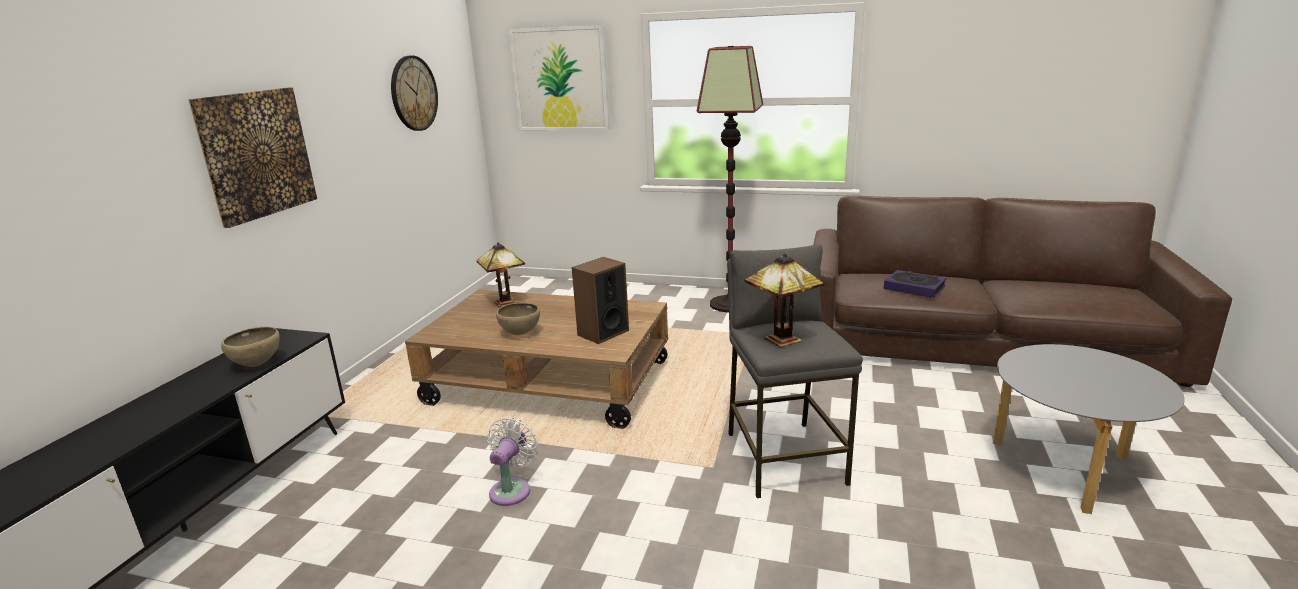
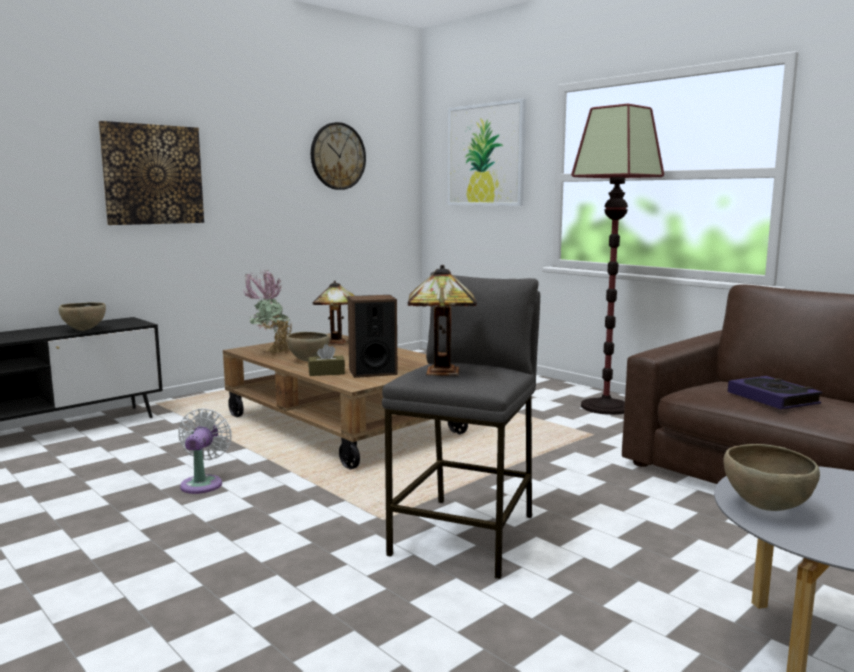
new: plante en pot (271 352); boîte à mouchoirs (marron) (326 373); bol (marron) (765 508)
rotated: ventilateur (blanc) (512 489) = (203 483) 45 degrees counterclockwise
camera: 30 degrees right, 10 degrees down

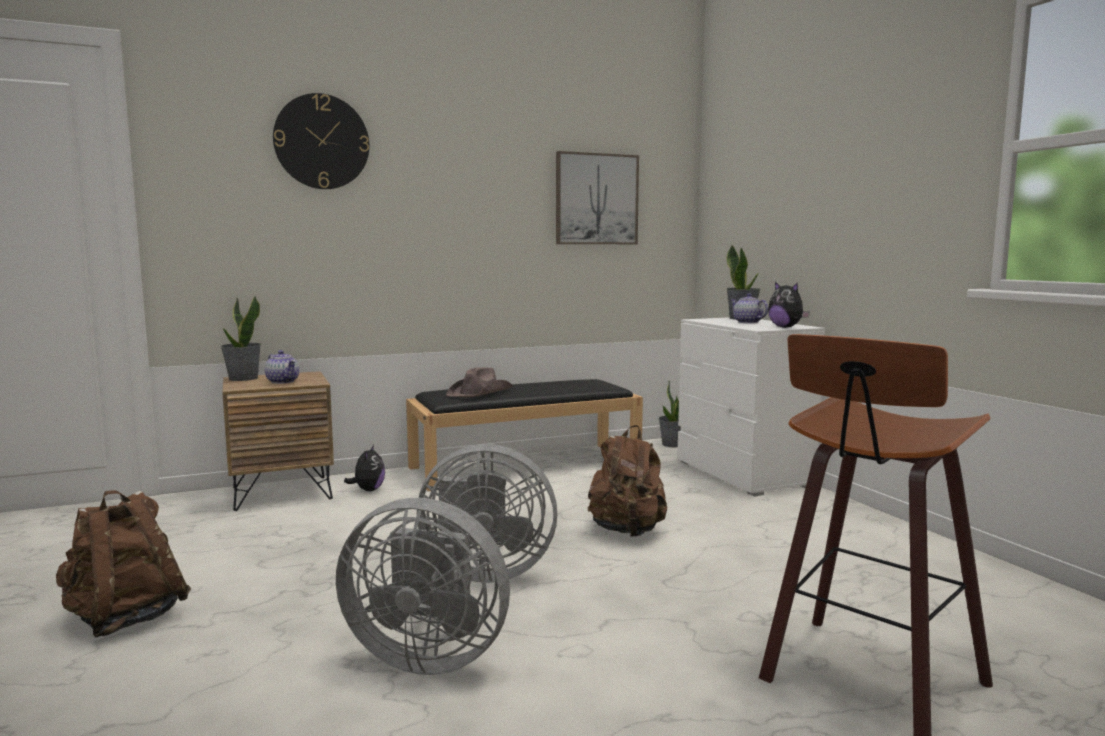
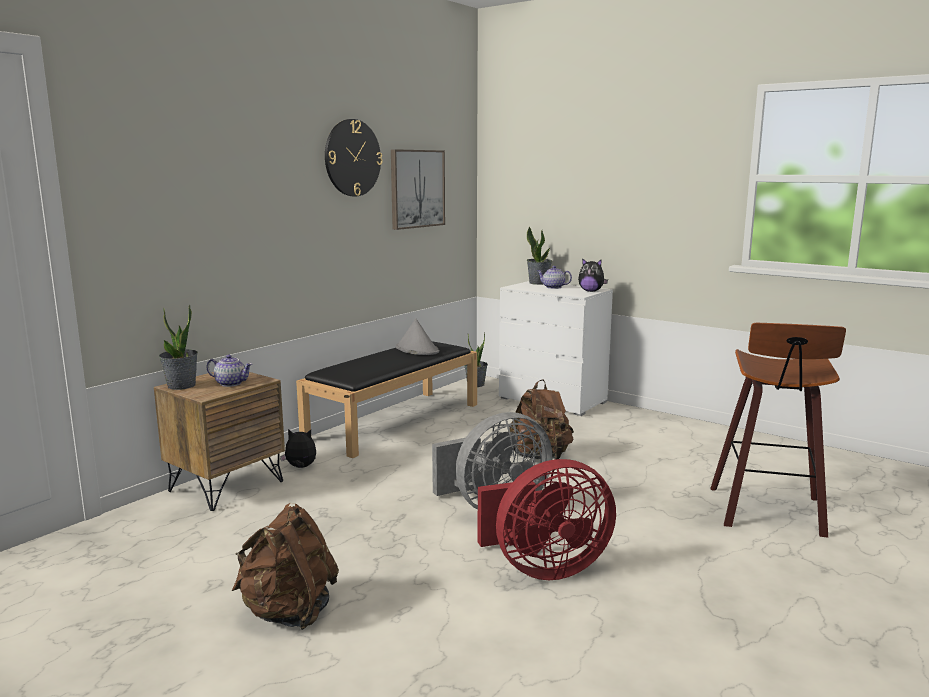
gone: chapeau (marron) (480 392)
new: chapeau (gris) (416 349)
shifted: horloge murale (321 142) to (352 158)
repainted: ventilateur (gris) (427 655) to ventilateur (rouge) (543 568)
rotated: peluche (368 490) = (300 467) 60 degrees counterclockwise
camera: 30 degrees left, 5 degrees up

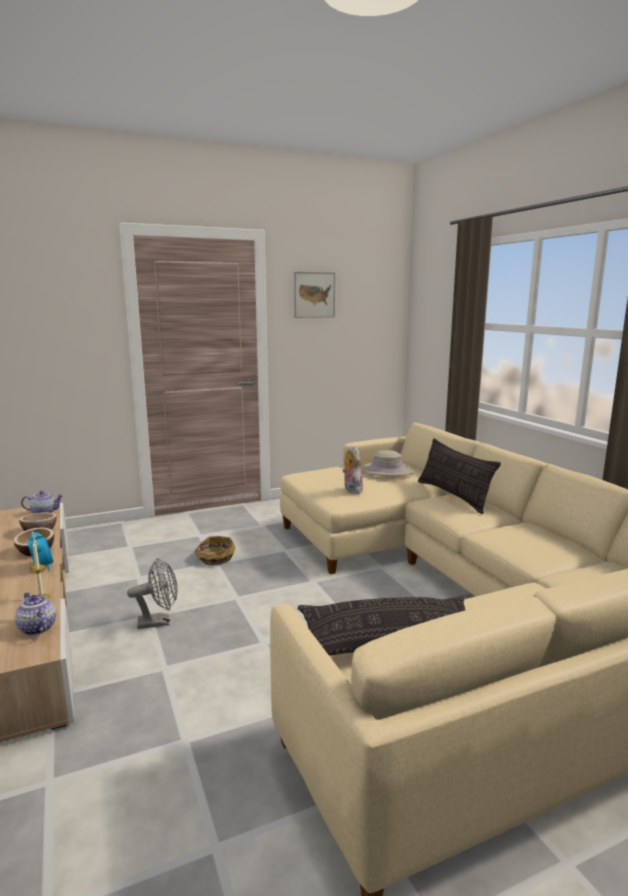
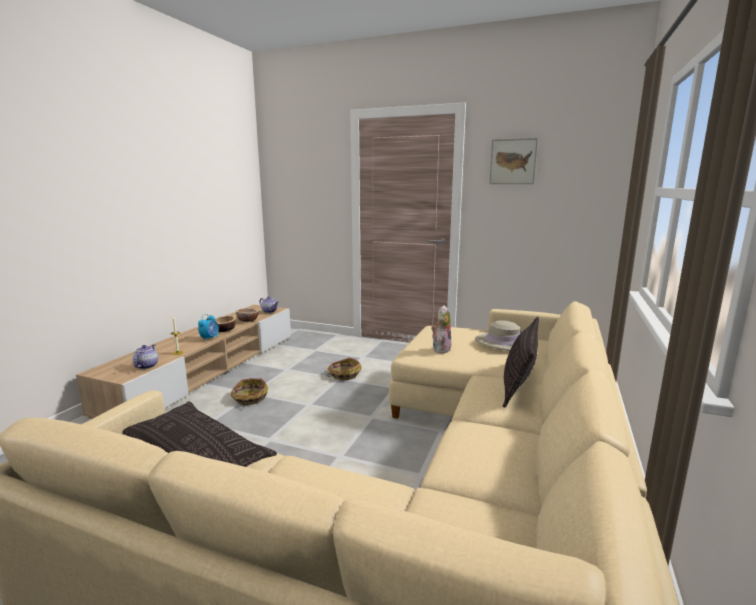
swapped: ventilateur (gris) (159 622) to panier (249 398)
camera: 45 degrees right, 0 degrees up

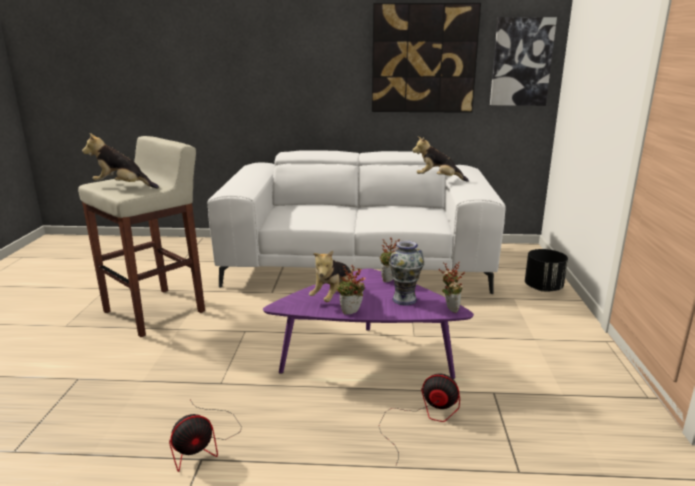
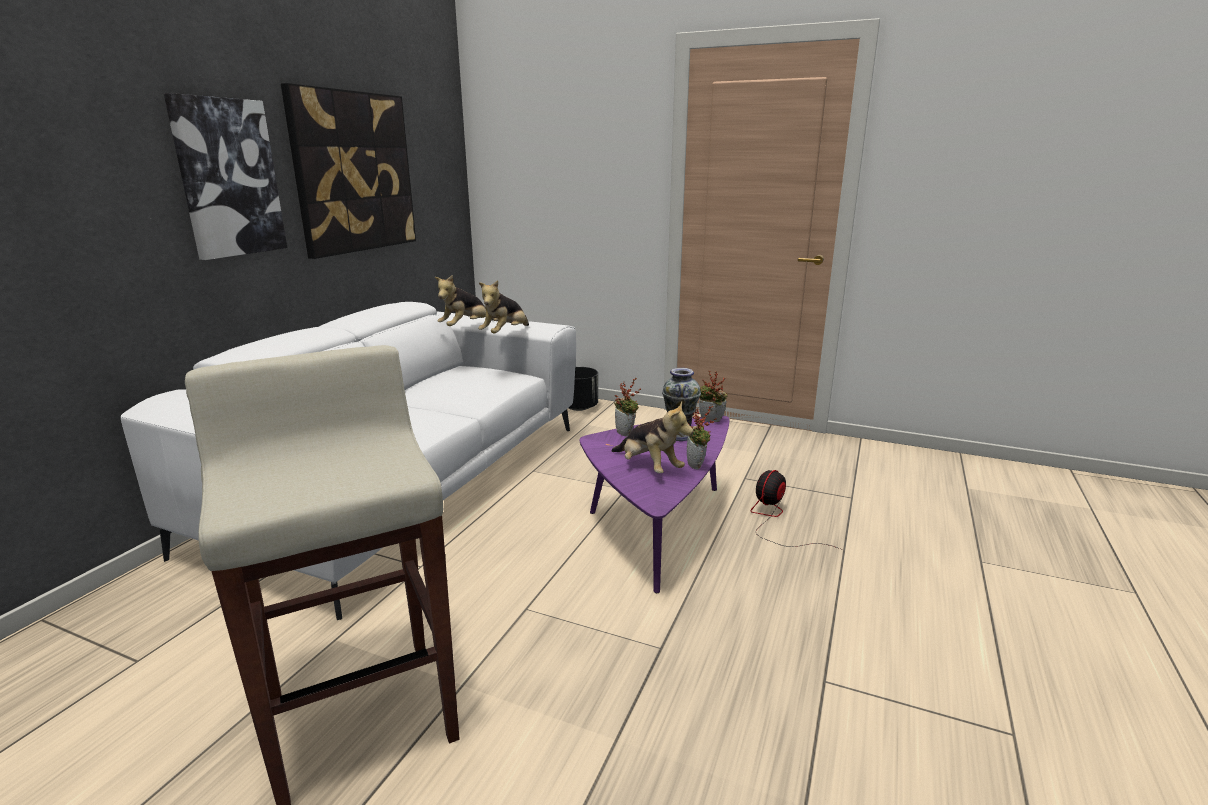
gone: ventilateur (203 443)
shifted: tableau (521 62) to (228 178); peluche (122 187) to (505 334)
camera: 70 degrees left, 0 degrees up

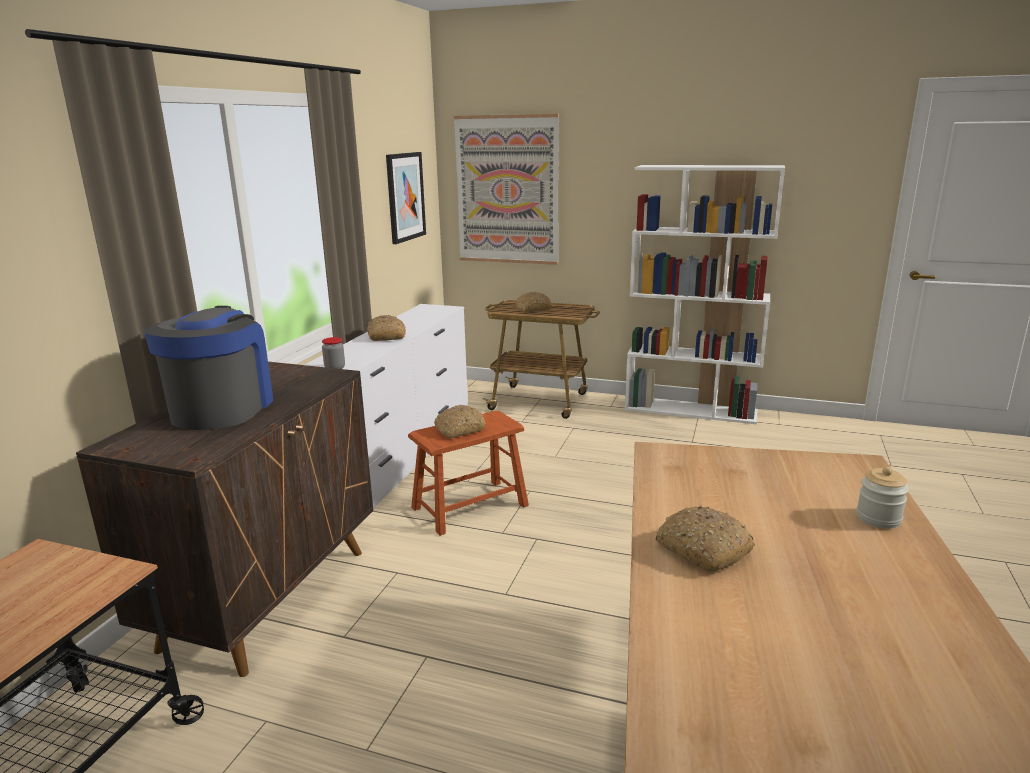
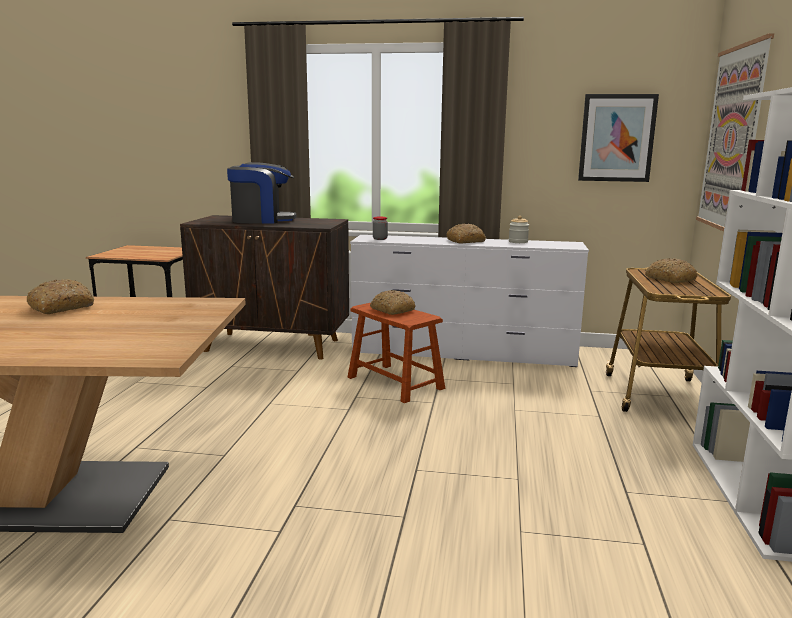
shifted: bocal (878 518) to (518 242)
camera: 80 degrees right, 5 degrees down

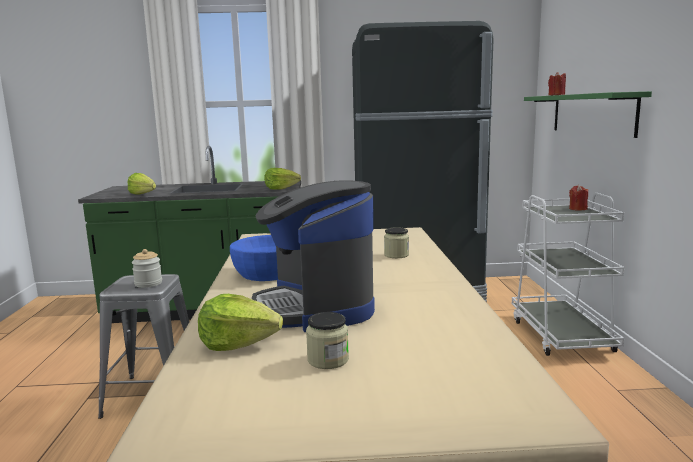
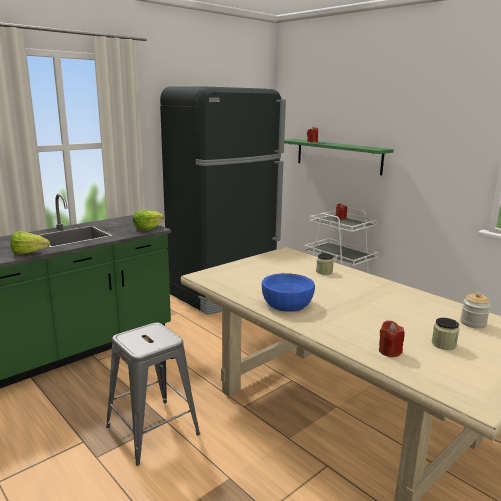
gone: machine à café (315 308)
shifted: bocal (148 283) to (473 323)
swapped: laitue (238 343) to bougie (rouge) (389 351)
camera: 40 degrees left, 5 degrees up

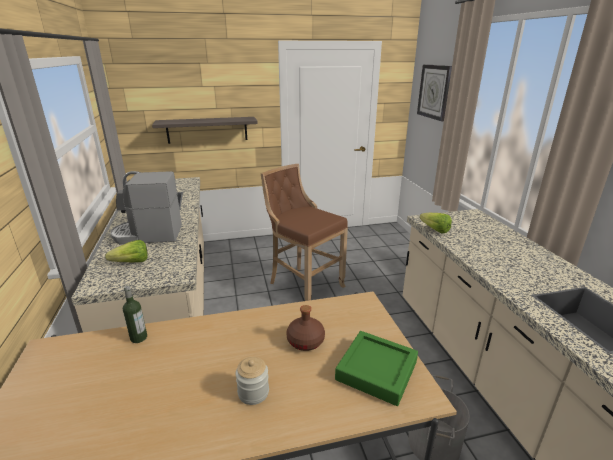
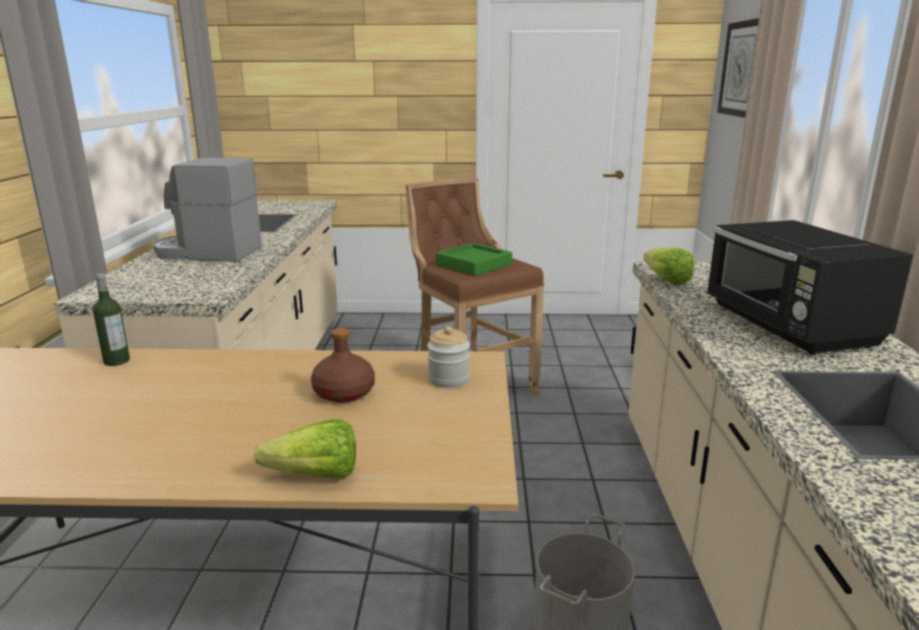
gone: étagère (207 130)
new: micro-ondes (noir) (790 327)
shifted: laitue (128 263) to (307 476); plateau (vert) (376 371) to (473 265); bocal (253 392) to (448 379)
camera: 15 degrees right, 5 degrees down

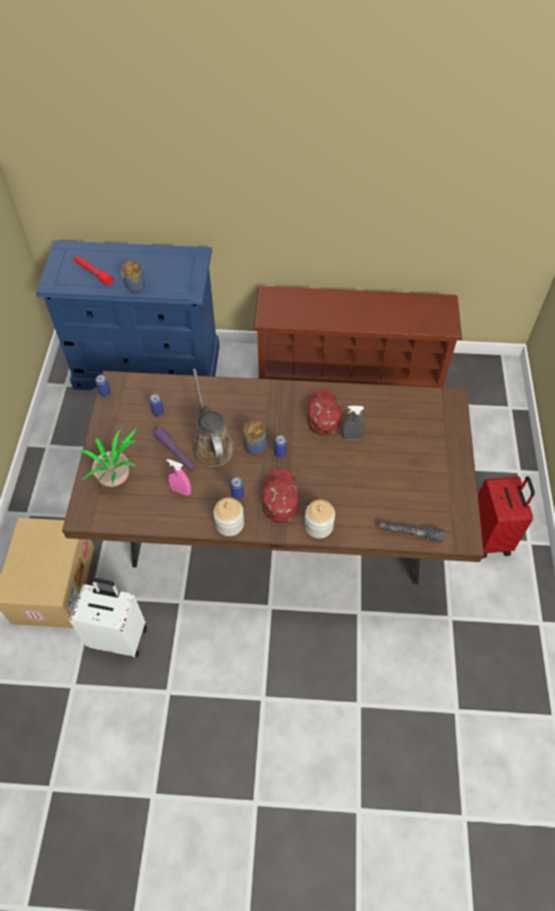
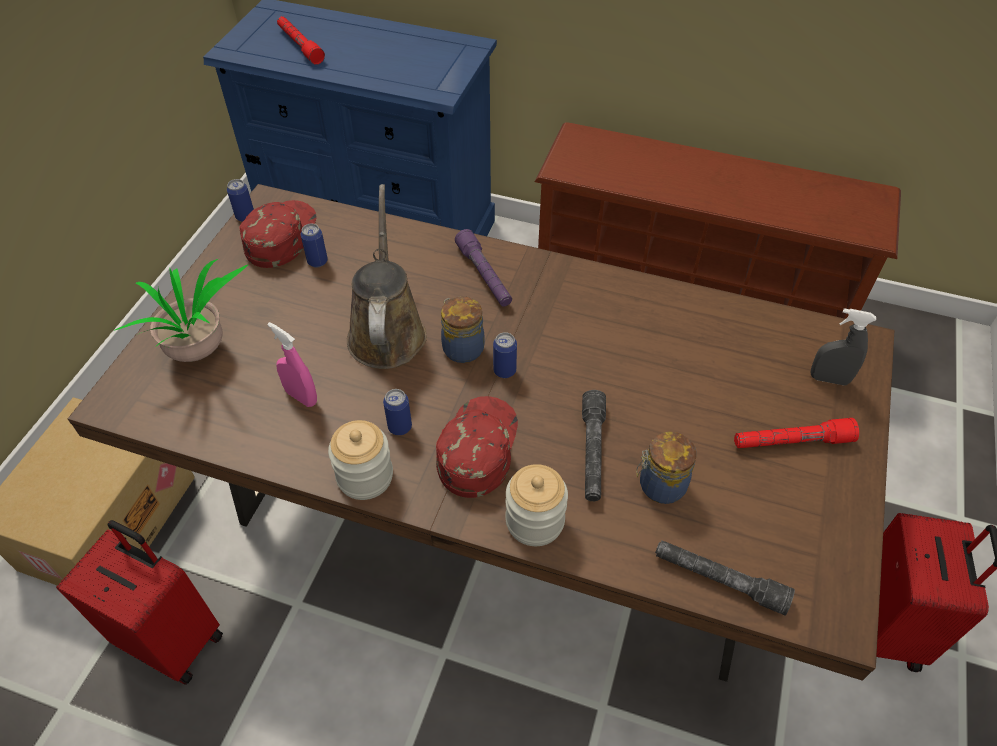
new: lampe de poche (gris) (592 452); lampe de poche (rouge) (791 442)
shifted: bocal (134 287) to (660 485); casquette (rouge) (322 413) to (280 235); vaporisateur (gris) (352 437) to (829 379); lampe de poche (violet) (176 453) to (484 276)
repainted: valise (blanc) (119 636) to valise (rouge) (173 638)
camera: 15 degrees right, 5 degrees down

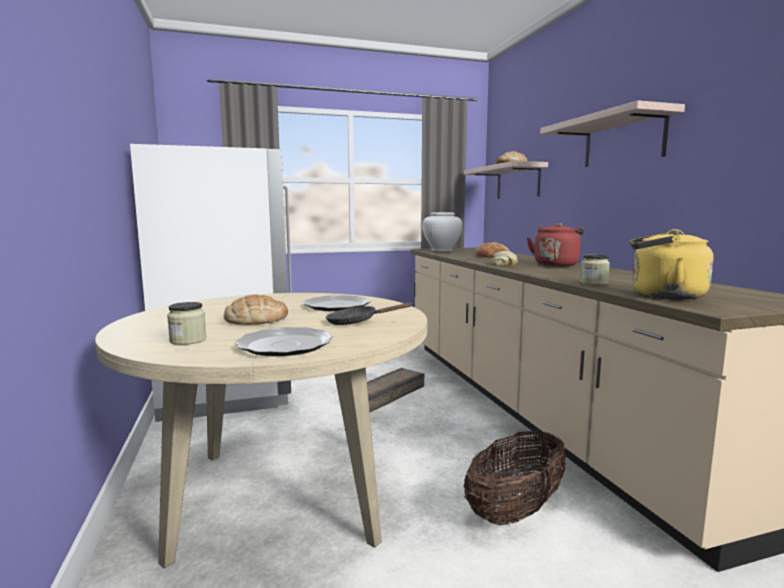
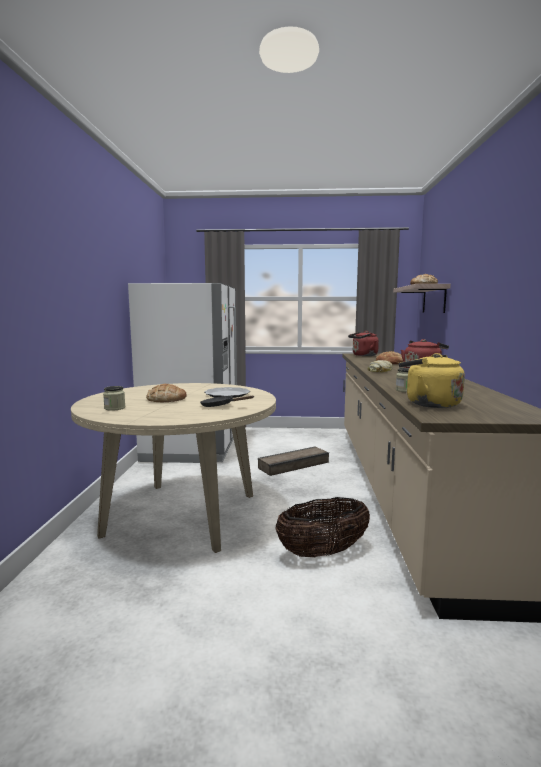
gone: étagère (623 140); assiette (284 345)
swapped: vase (blanc) (441 250) to bouilloire (rouge) (363 355)
camera: 20 degrees right, 0 degrees up

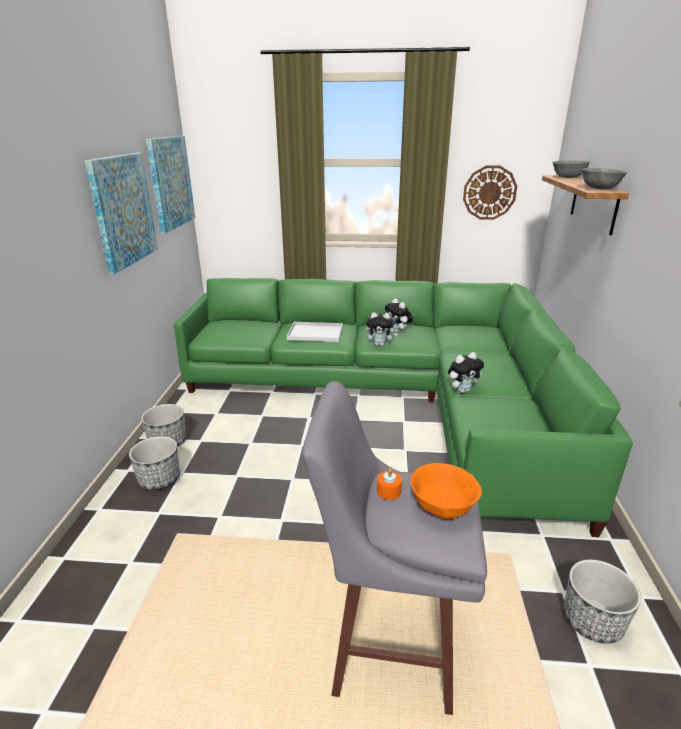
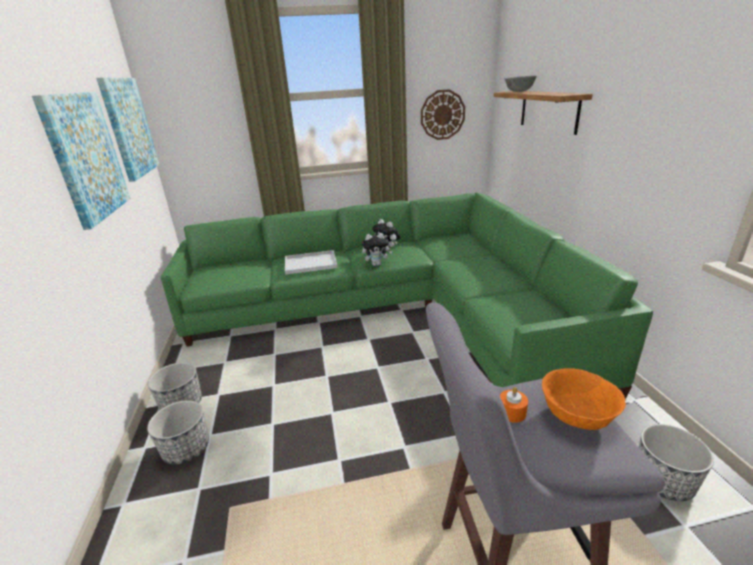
gone: bol (gris) (600 189); peluche (463 390)
camera: 15 degrees left, 0 degrees up

